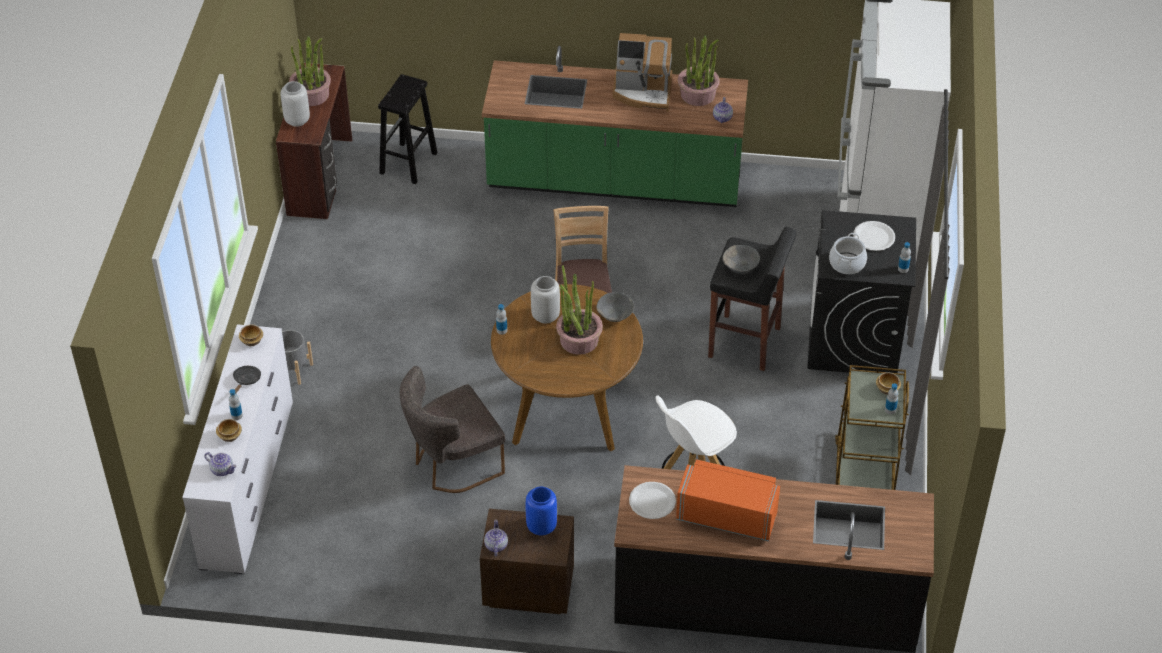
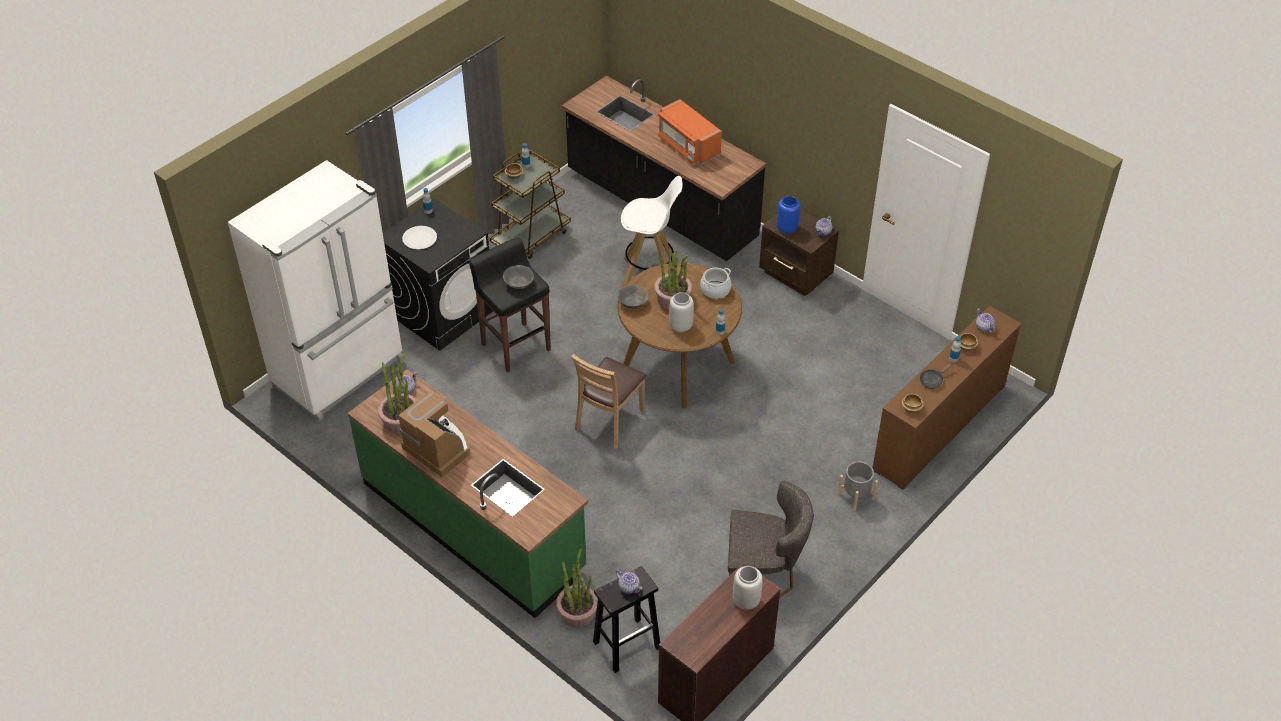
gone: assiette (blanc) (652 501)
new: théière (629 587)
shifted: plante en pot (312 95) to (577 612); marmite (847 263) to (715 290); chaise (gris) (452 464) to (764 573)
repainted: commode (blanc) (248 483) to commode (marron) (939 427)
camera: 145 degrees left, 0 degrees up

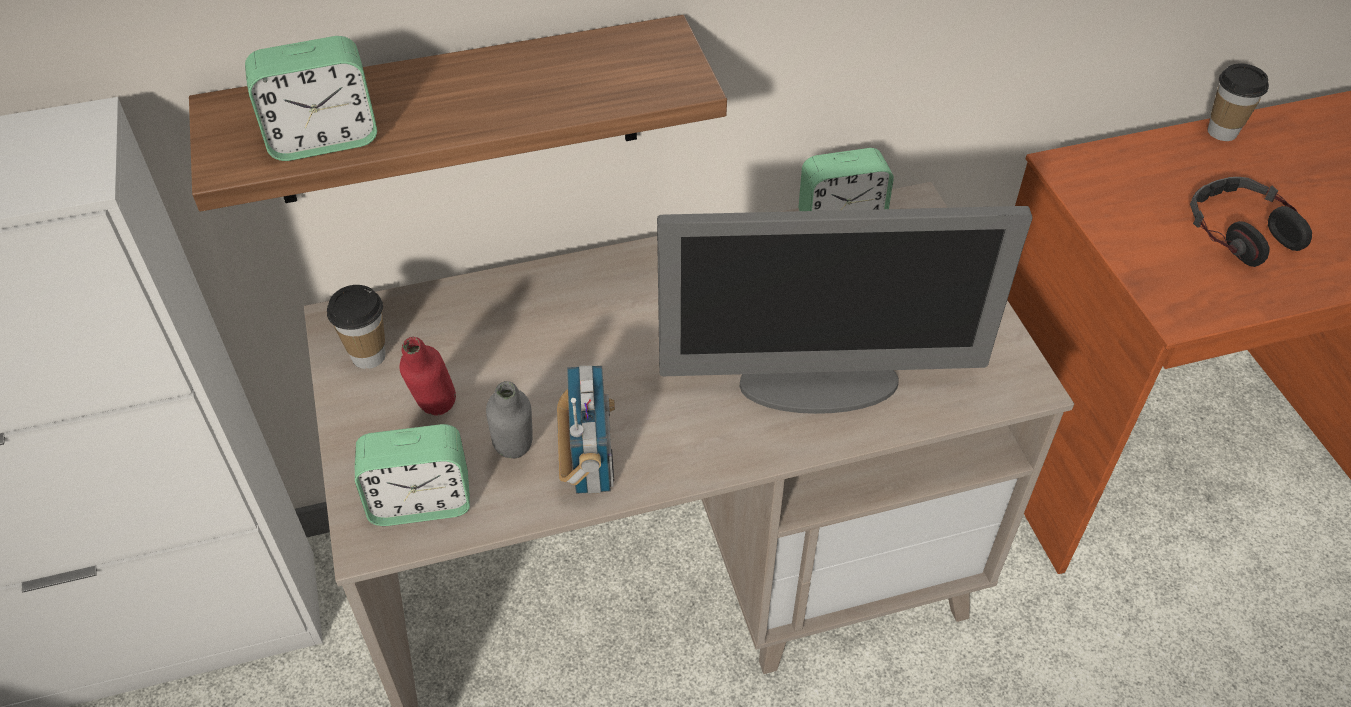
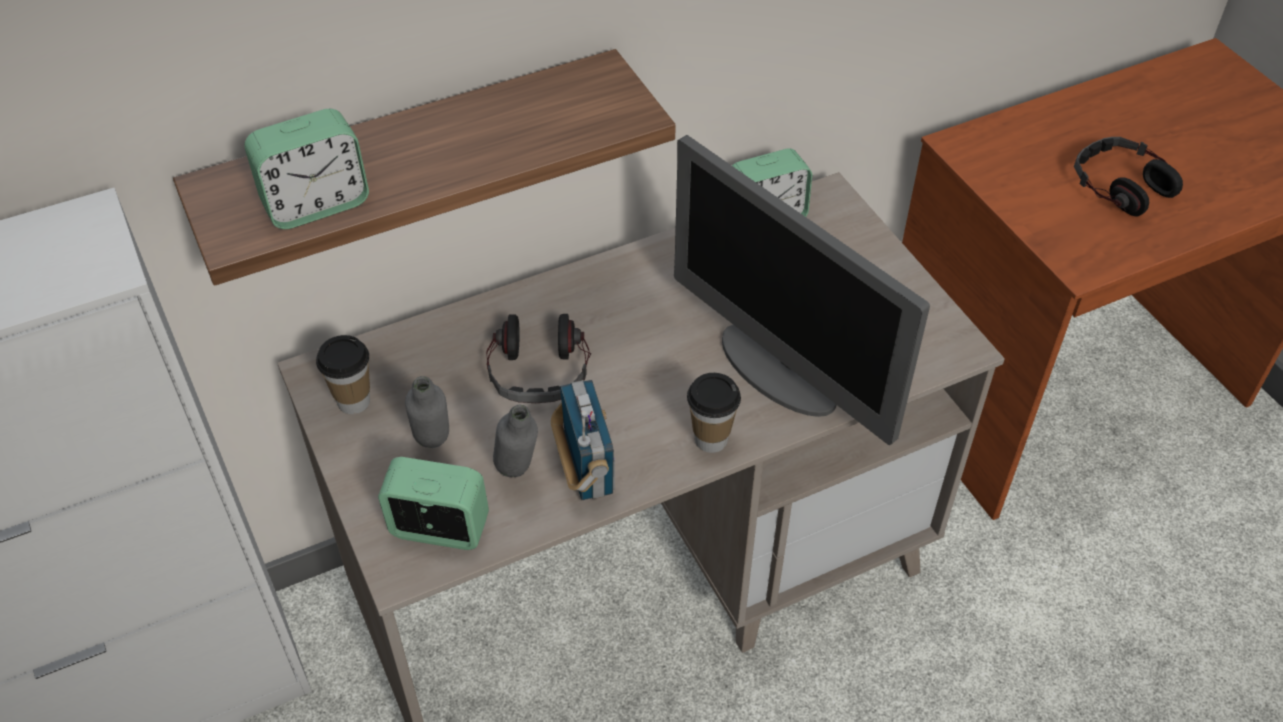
new: casque audio (539 370)
shifted: tasse (1222 132) to (711 439)
repainted: bouteille (rouge) (437 418) to bouteille (gris) (435 451)
rotated: écran d'ordinateur (820 384) = (779 371) 60 degrees clockwise; réveil (421 502) = (439 529) 150 degrees counterclockwise
camera: 10 degrees left, 0 degrees up

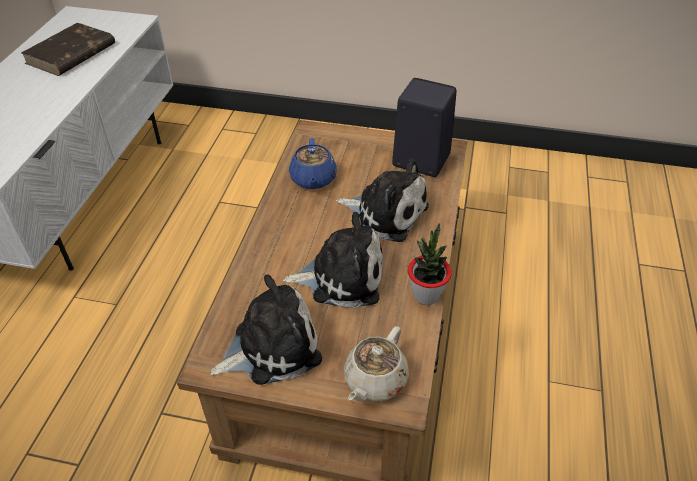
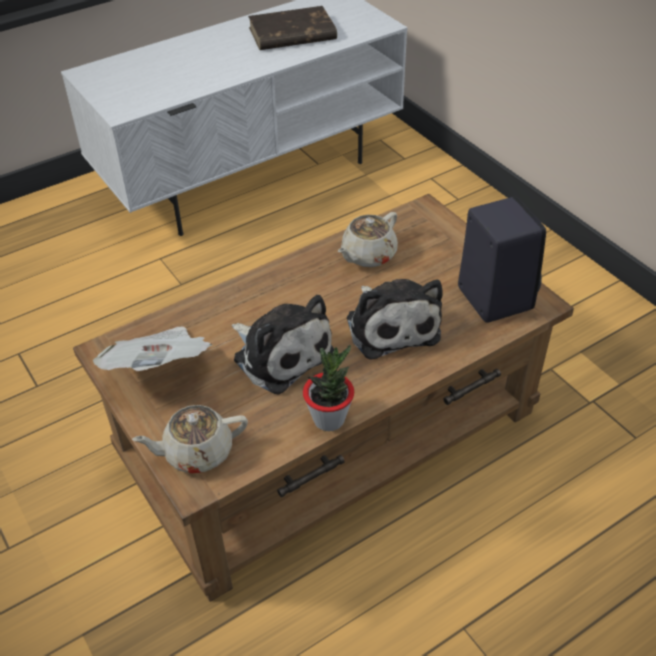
swapped: peluche (271 347) to journal (160 369)
repainted: théière (bleu) (313 179) to théière (beige) (367 255)
camera: 45 degrees right, 0 degrees up

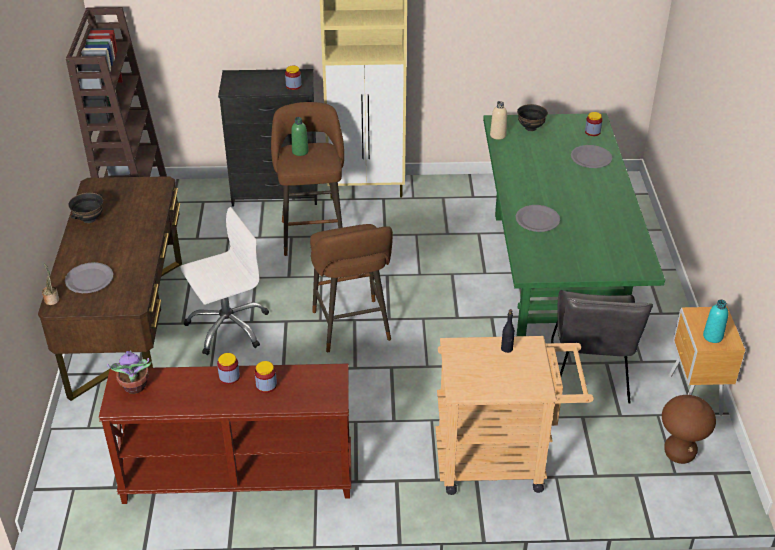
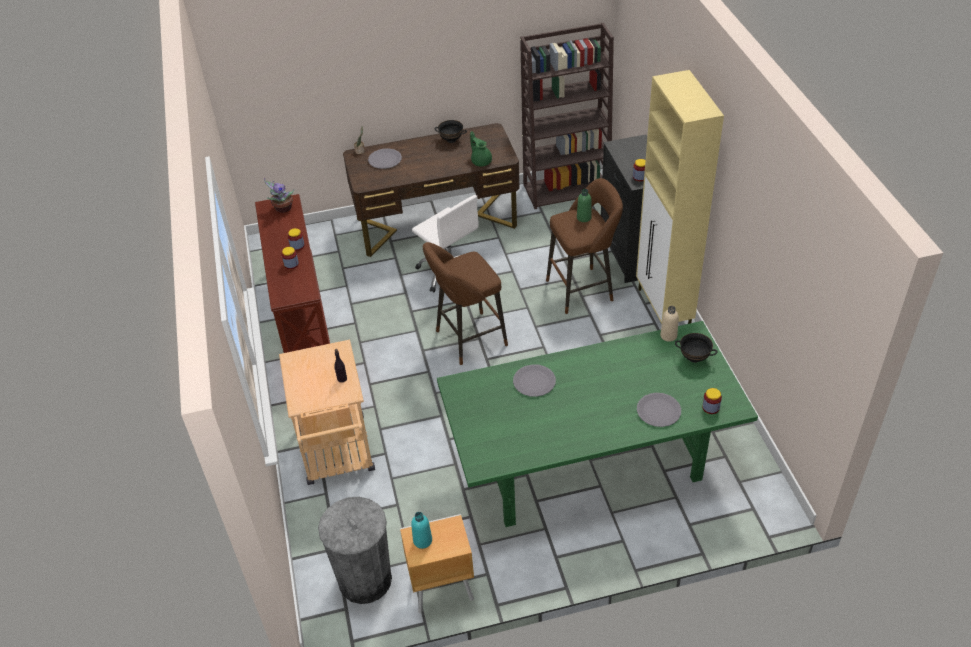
gone: chaise (gris) (589 377)
new: théière (vert) (481 161)
swapped: tabouret (marron) (679 453) to poubelle (gris) (365 580)
camera: 80 degrees right, 5 degrees up

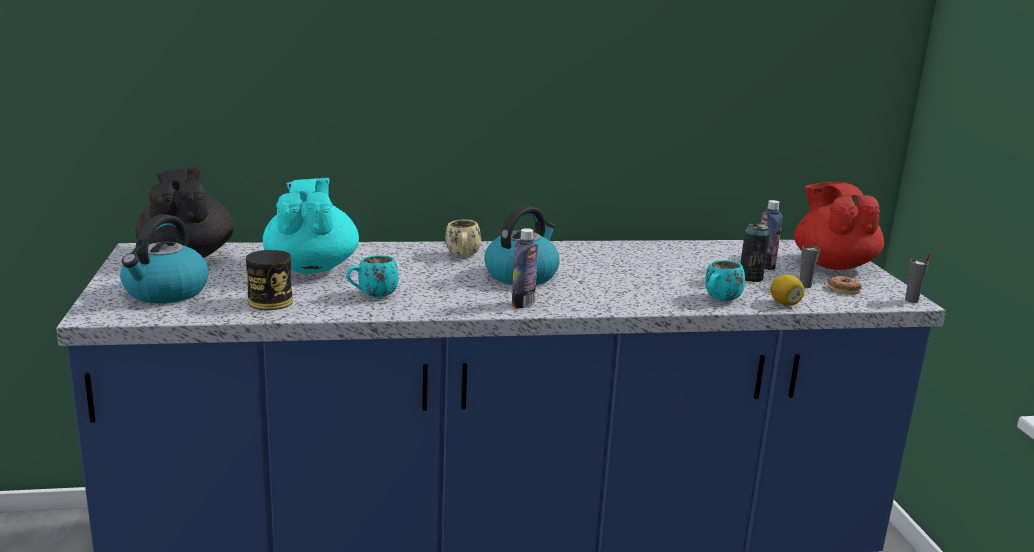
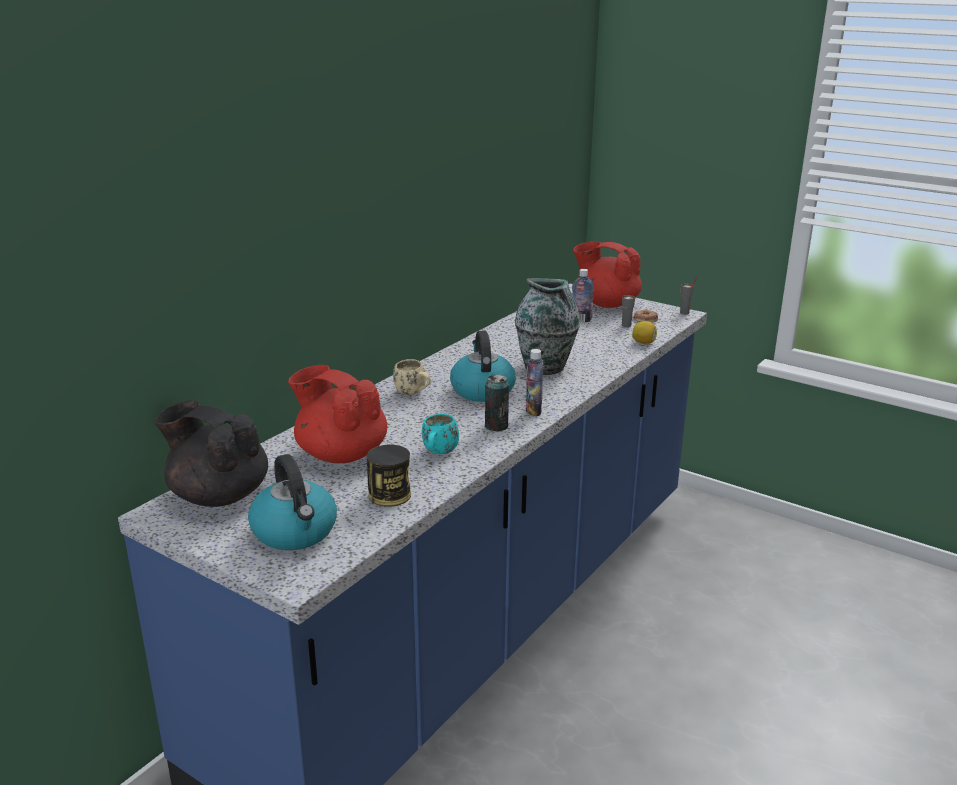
gone: mug (turquoise) (720 300)
new: vase (545 368)
shifted: boîte métallique (750 278) to (496 426)
repainted: théière (turquoise) (311 267) to théière (rouge) (341 454)
camera: 45 degrees left, 5 degrees up

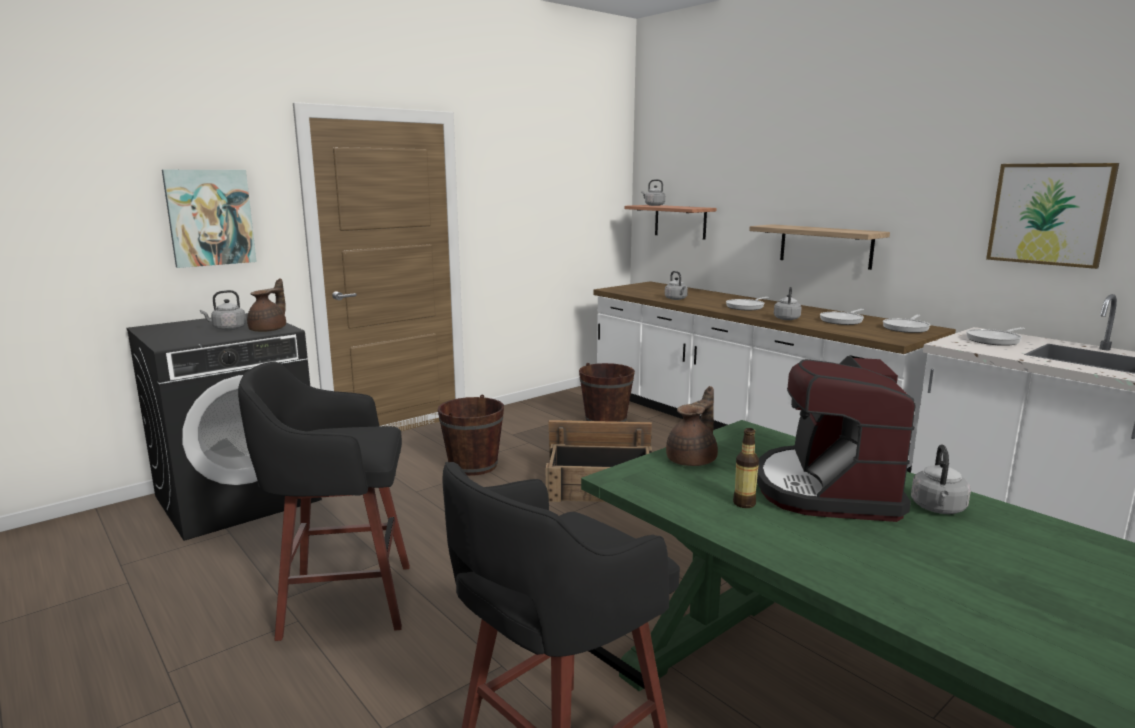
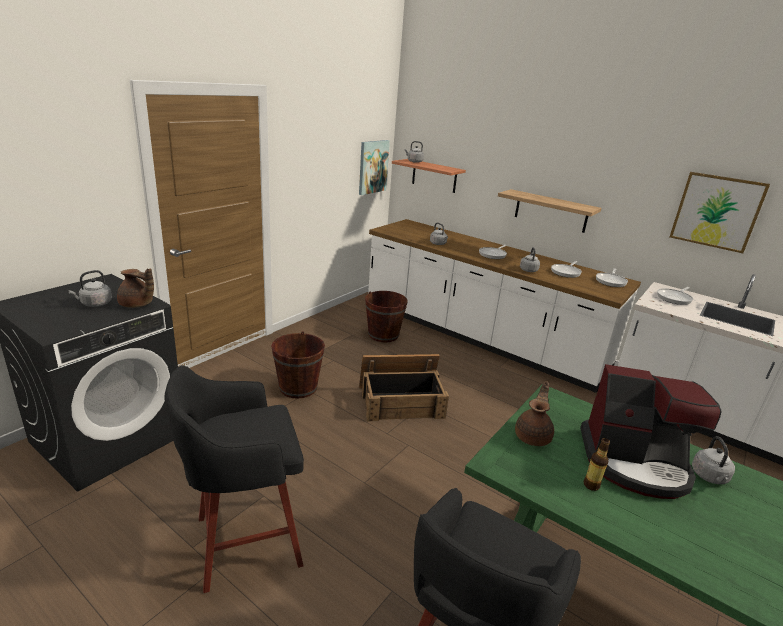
shifted: tableau (210 217) to (373 167)
rotated: théière (marron) (270 330) = (137 305) 105 degrees clockwise; machine à café (827 489) = (635 462) 75 degrees counterclockwise
camera: 15 degrees left, 10 degrees up

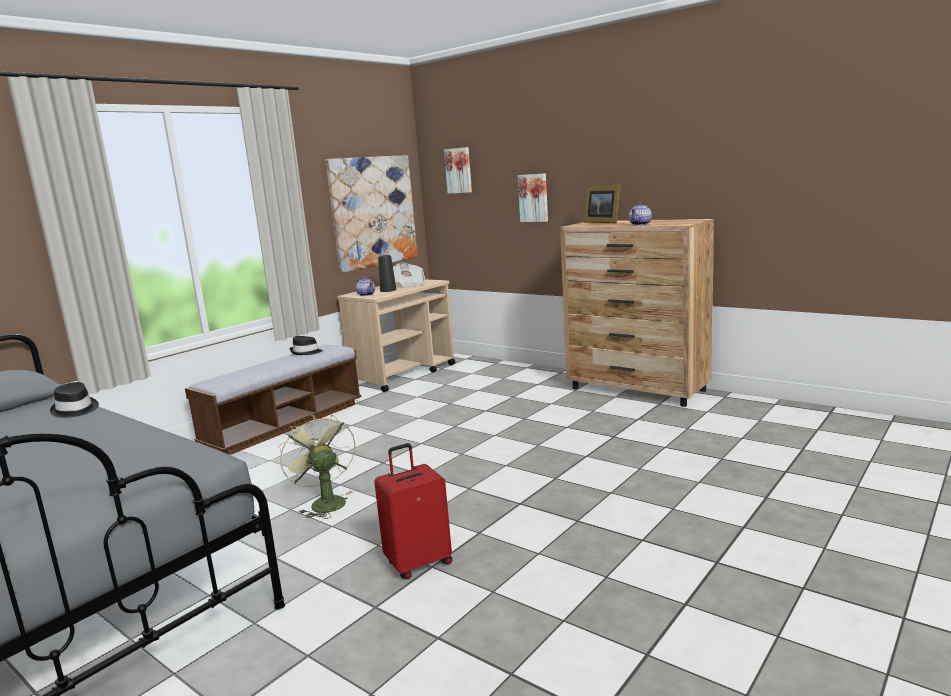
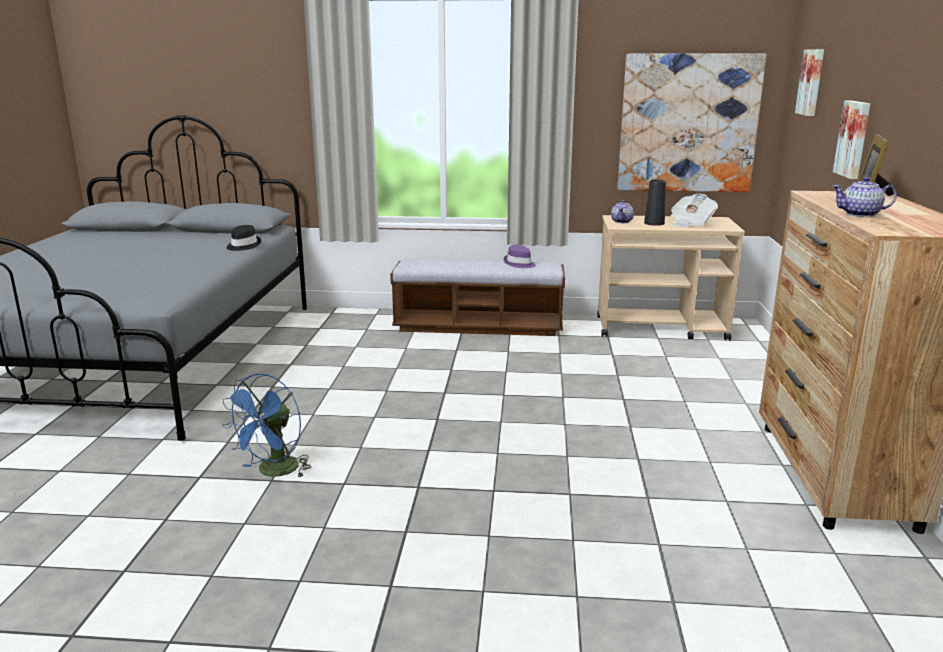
gone: ventilateur (vert) (324 502)
swapped: valise (rouge) (418 563) to ventilateur (bleu) (273 472)
repainted: chapeau (noir) (306 352) to chapeau (violet) (519 264)
camera: 55 degrees right, 5 degrees up

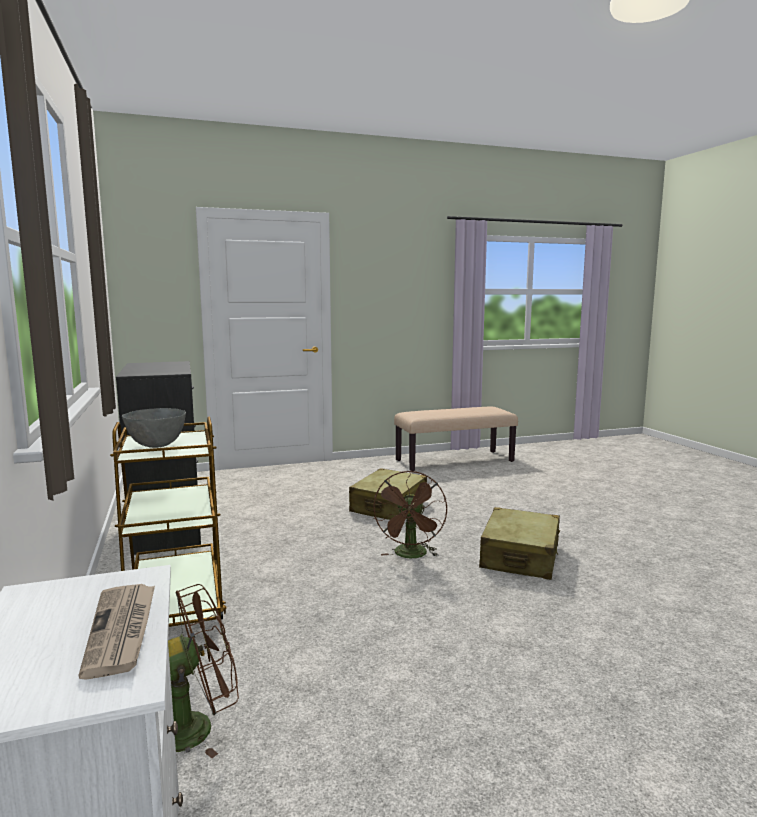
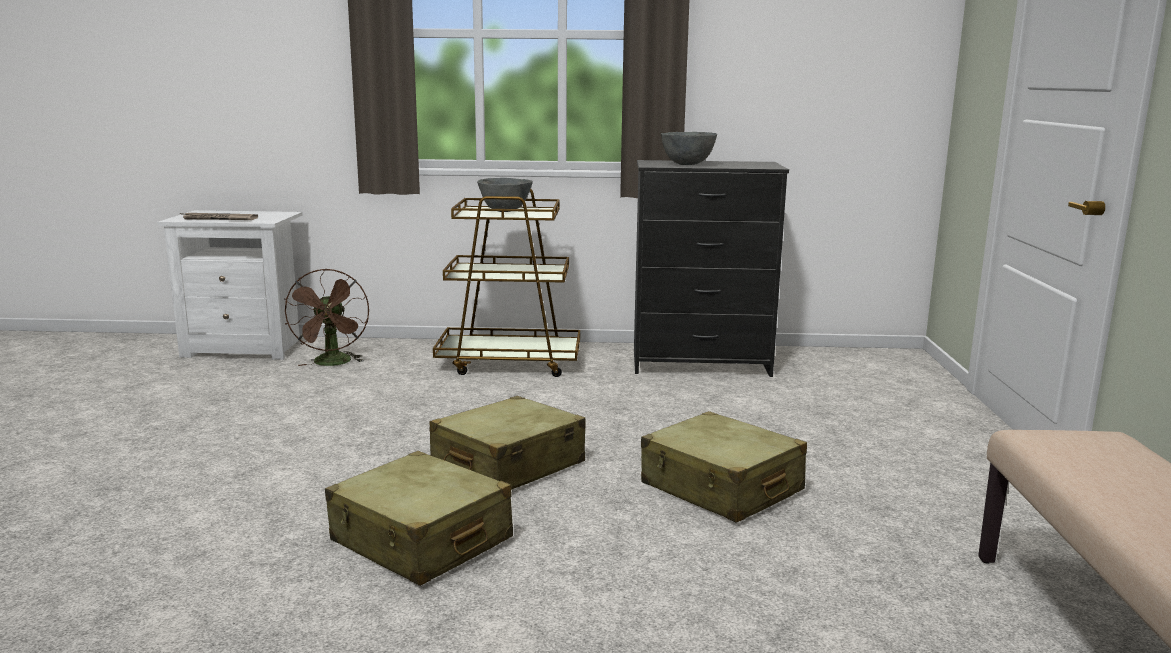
new: bol (gris) (687 164)
swapped: ventilateur (marron) (411 555) to valise (beige) (507 466)
camera: 110 degrees right, 5 degrees up

